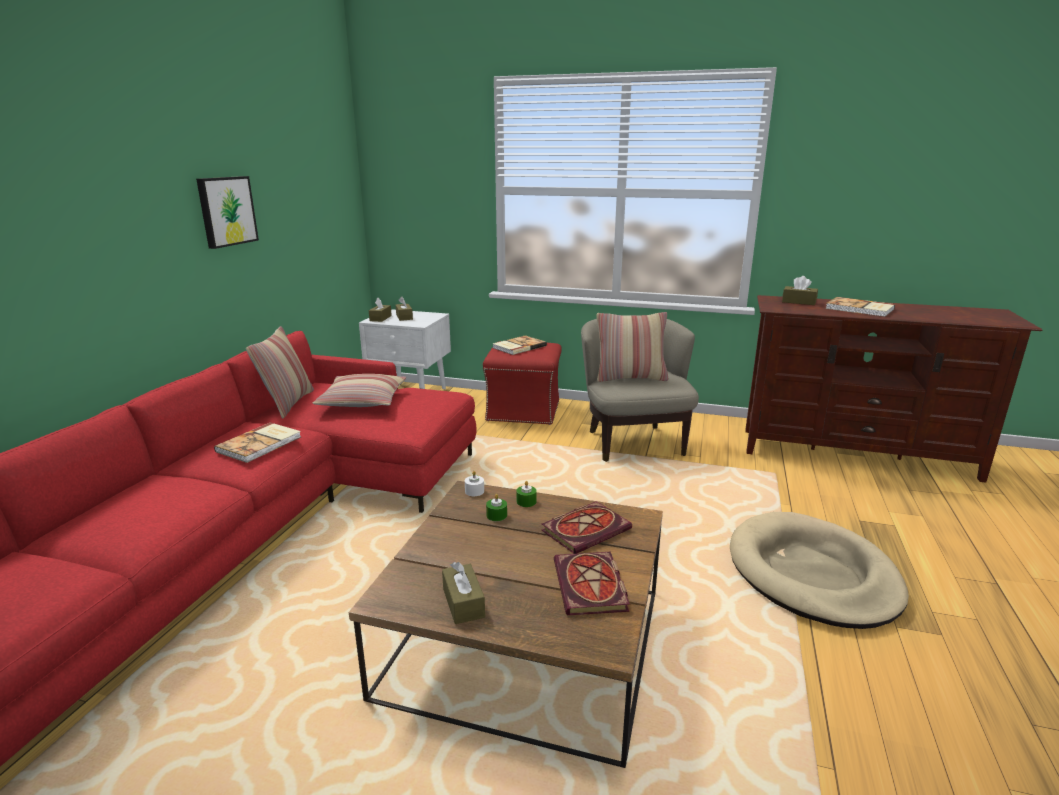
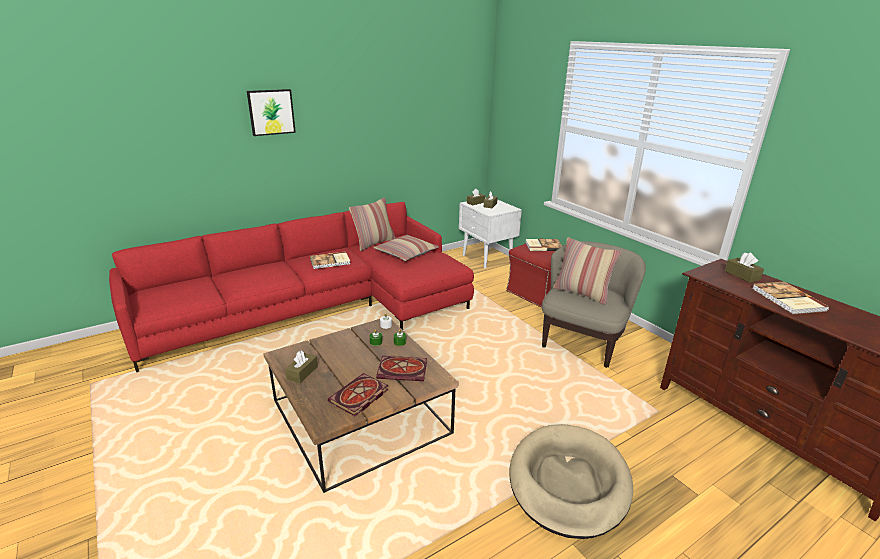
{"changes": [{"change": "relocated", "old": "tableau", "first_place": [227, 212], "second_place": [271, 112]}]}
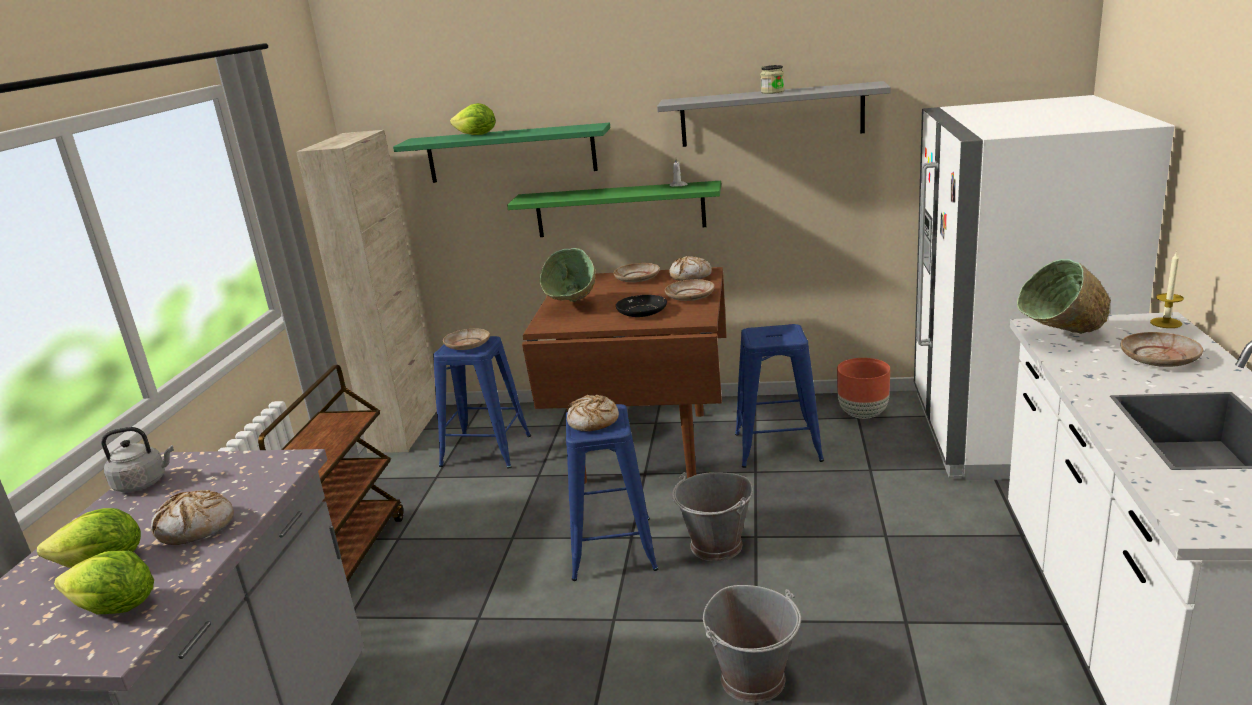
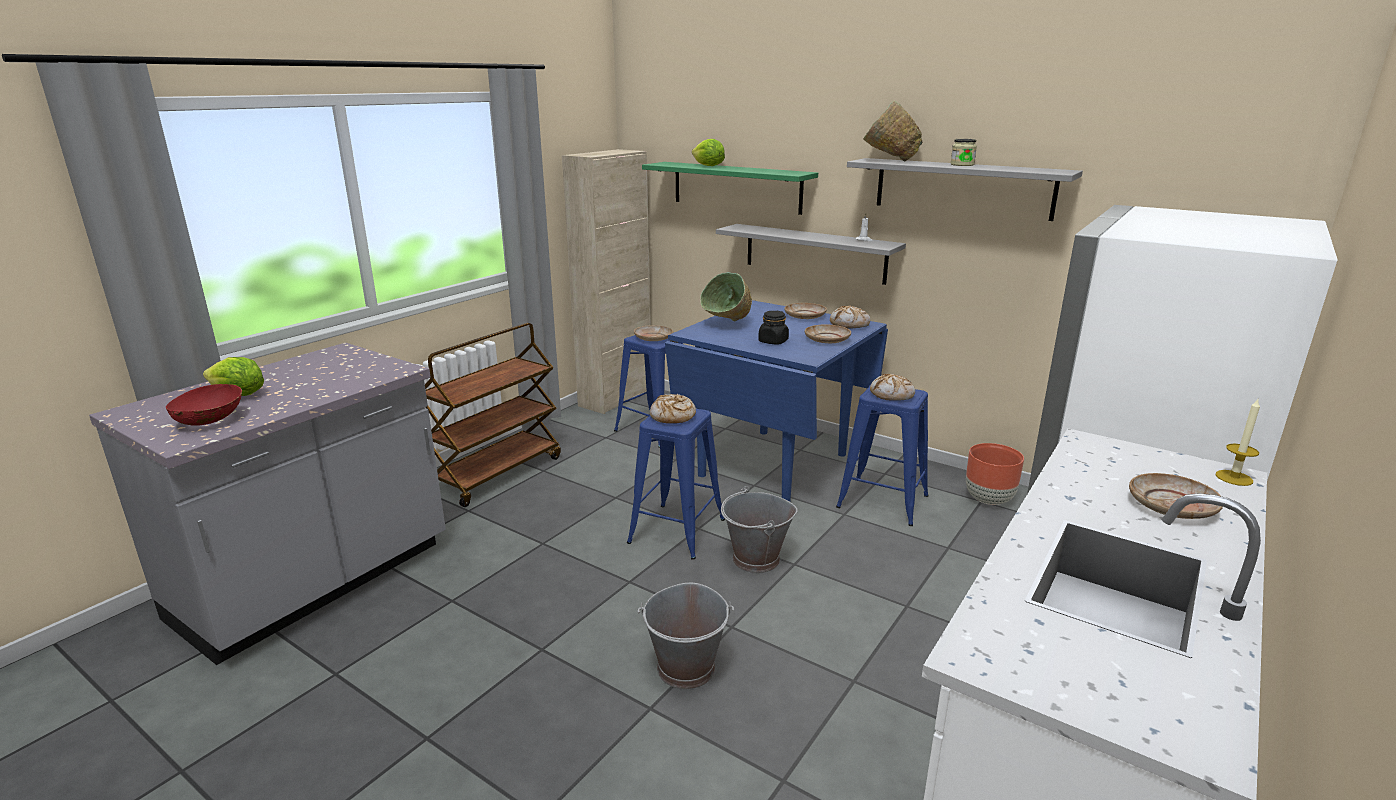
{"changes": [{"change": "exchanged", "old": "laitue", "new": "bol/rouge", "first_place": [104, 582], "second_place": [204, 405]}, {"change": "colour", "old": "table à manger/marron", "new": "table à manger/bleu", "first_place": [624, 375], "second_place": [776, 401]}, {"change": "colour", "old": "étagère/vert", "new": "étagère/gris", "first_place": [614, 209], "second_place": [811, 254]}, {"change": "exchanged", "old": "assiette/noir", "new": "bocal/noir", "first_place": [641, 306], "second_place": [773, 328]}, {"change": "relocated", "old": "bol/vert", "first_place": [1064, 296], "second_place": [892, 131]}, {"change": "relocated", "old": "pain", "first_place": [192, 517], "second_place": [892, 387]}, {"change": "missing", "old": "bouilloire/gris", "first_place": [137, 459]}]}
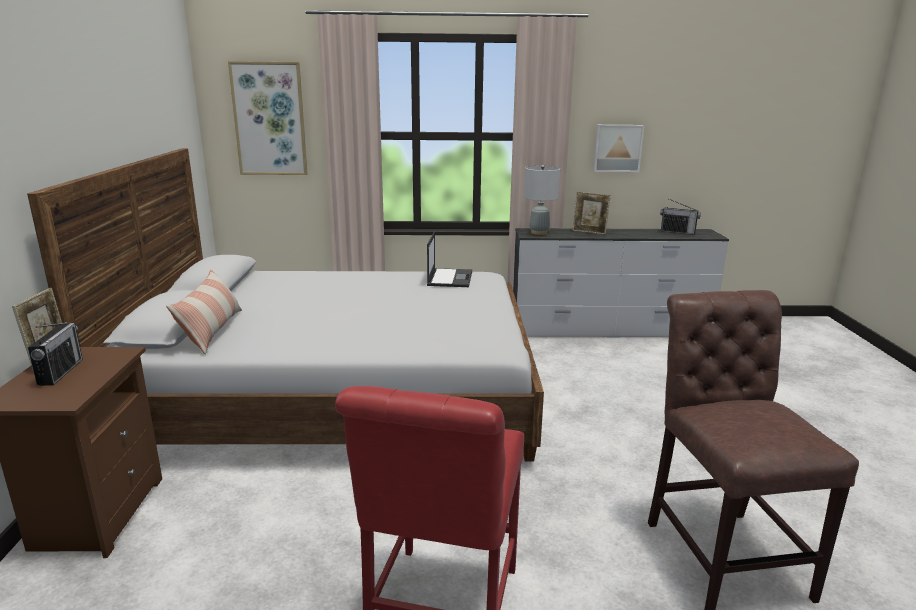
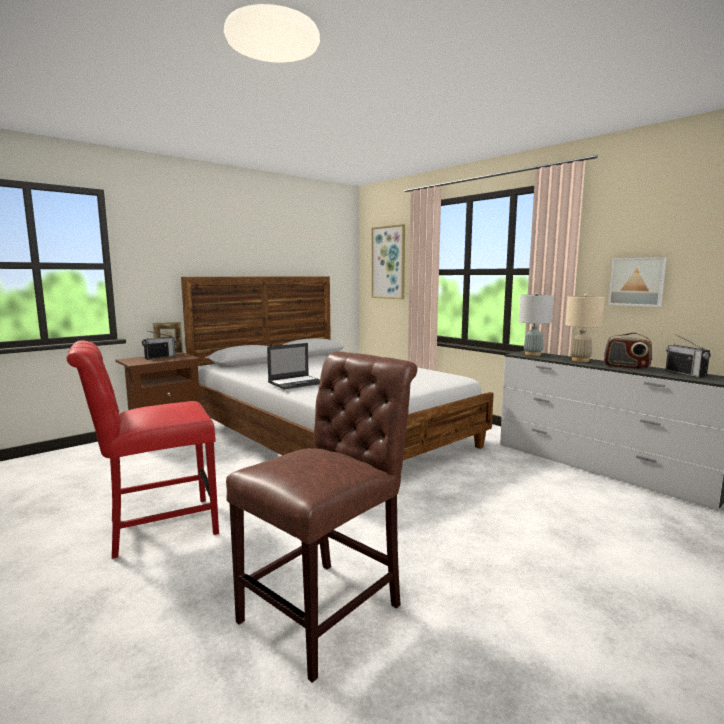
{"changes": [{"change": "relocated", "old": "ordinateur portable", "first_place": [449, 259], "second_place": [293, 366]}, {"change": "exchanged", "old": "cadre photo", "new": "lampe de table/beige", "first_place": [592, 213], "second_place": [585, 328]}, {"change": "appeared", "new": "radio", "second_place": [628, 351]}, {"change": "missing", "old": "coussin", "first_place": [204, 312]}]}
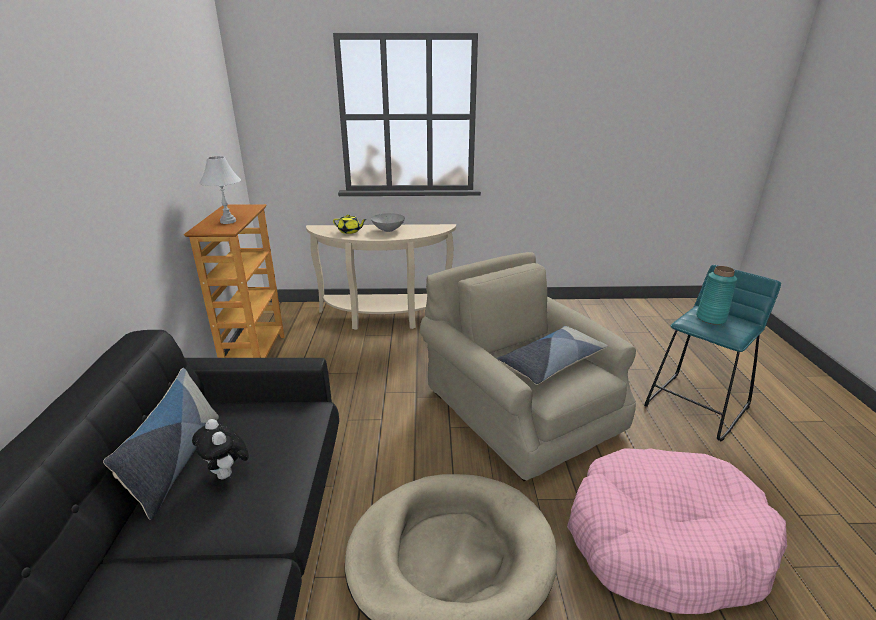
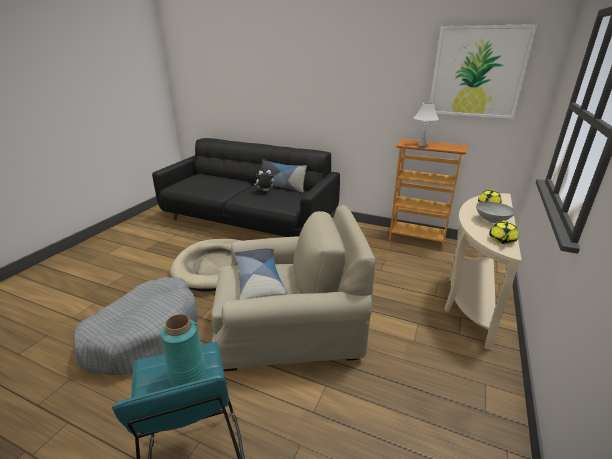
{"changes": [{"change": "colour", "old": "panier pour chien/rose", "new": "panier pour chien/gris", "first_place": [677, 531], "second_place": [135, 326]}, {"change": "appeared", "new": "tableau", "second_place": [483, 71]}, {"change": "appeared", "new": "théière/jaune", "second_place": [503, 232]}]}
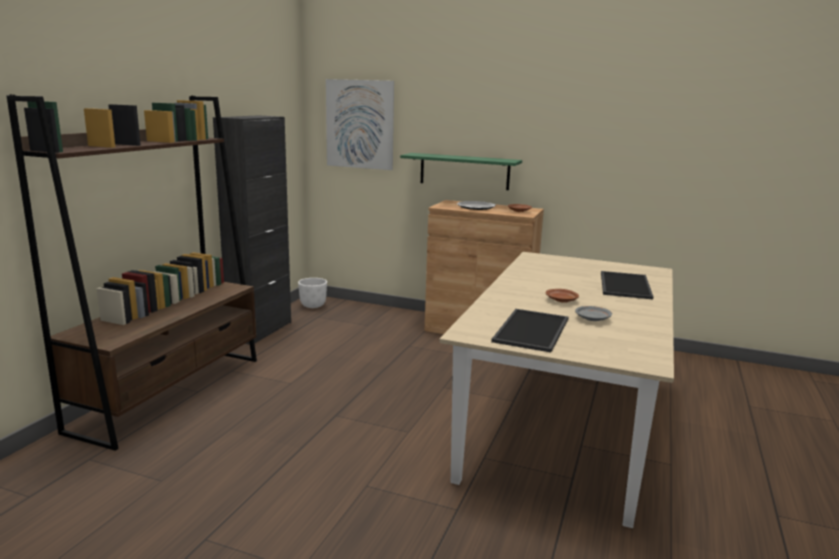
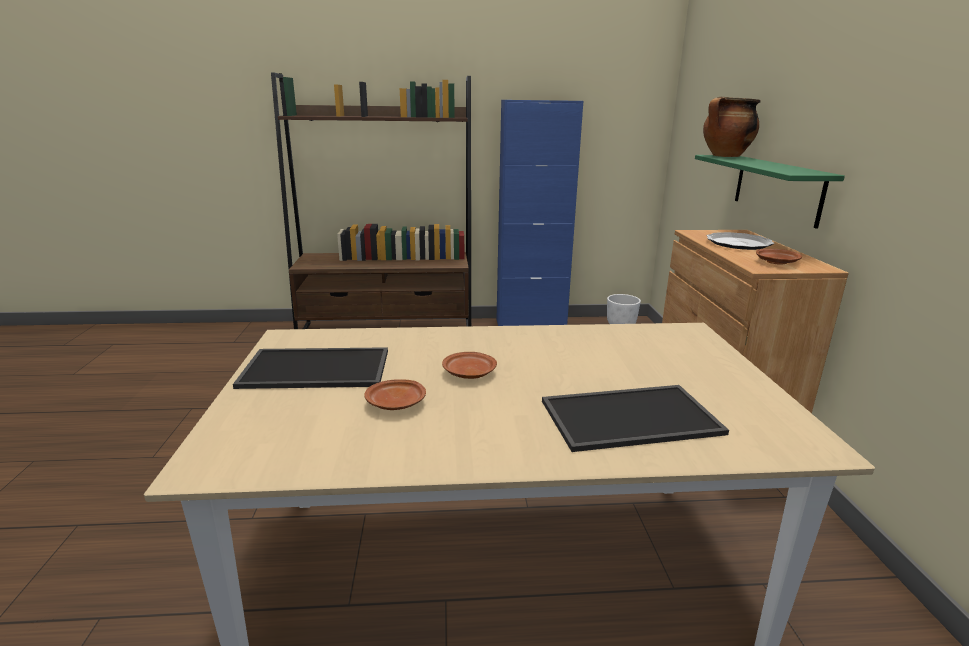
{"changes": [{"change": "colour", "old": "assiette/gris", "new": "assiette/marron", "first_place": [593, 313], "second_place": [395, 394]}, {"change": "colour", "old": "meuble de rangement/noir", "new": "meuble de rangement/bleu", "first_place": [252, 229], "second_place": [540, 213]}, {"change": "appeared", "new": "marmite", "second_place": [732, 127]}, {"change": "missing", "old": "tableau", "first_place": [360, 124]}]}
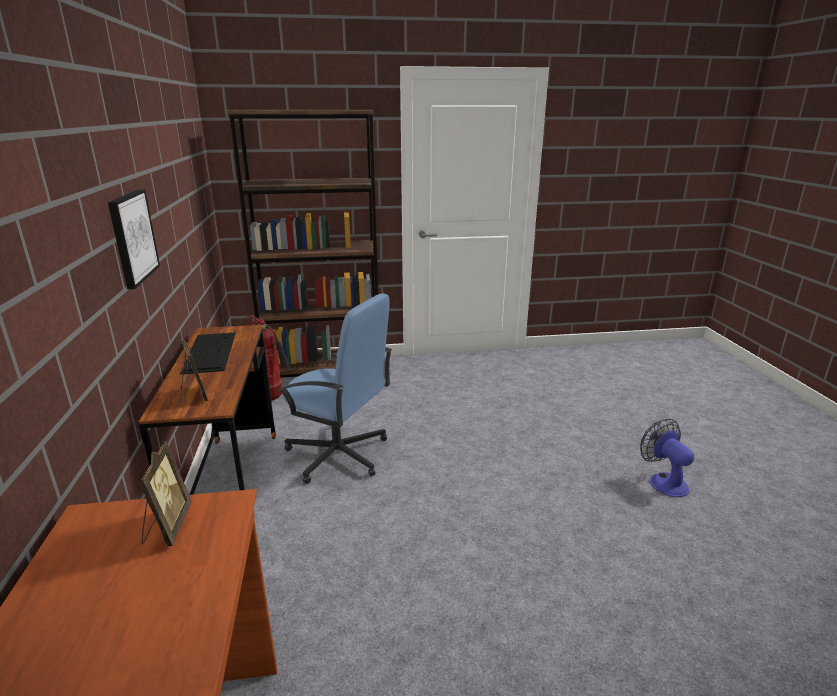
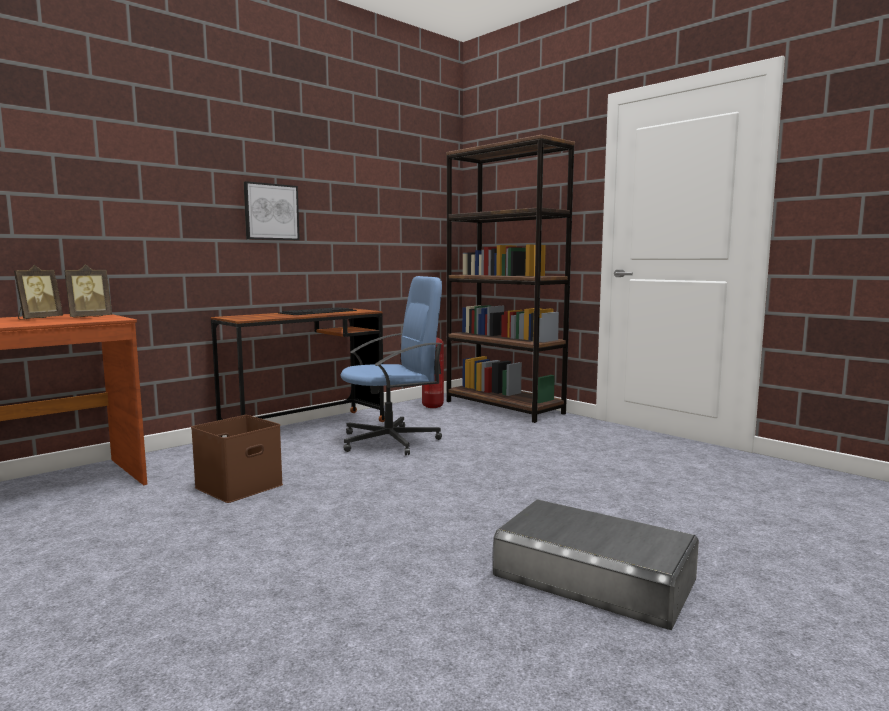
{"changes": [{"change": "relocated", "old": "cadre photo", "first_place": [194, 372], "second_place": [38, 292]}, {"change": "appeared", "new": "boîte de rangement/marron", "second_place": [237, 459]}, {"change": "spun", "old": "chaise de bureau/bleu", "first_place": [335, 388], "second_place": [391, 365], "degrees": -105}, {"change": "exchanged", "old": "ventilateur", "new": "boîte de rangement/gris", "first_place": [667, 458], "second_place": [596, 565]}]}
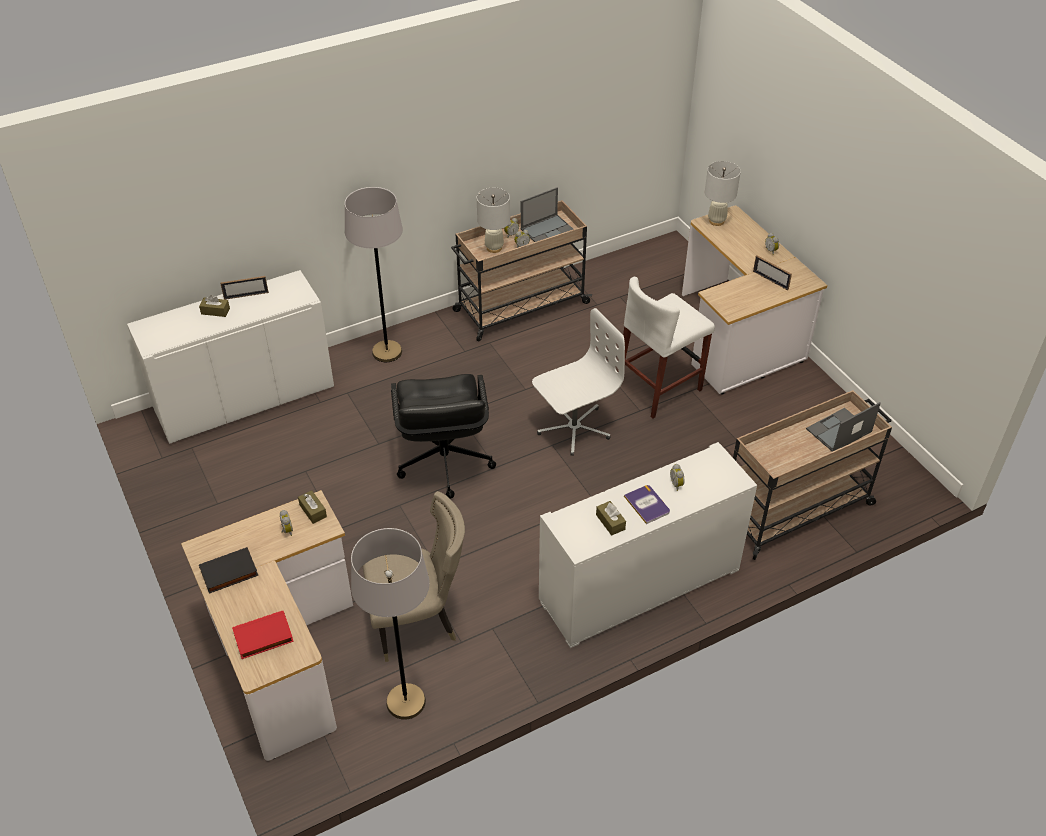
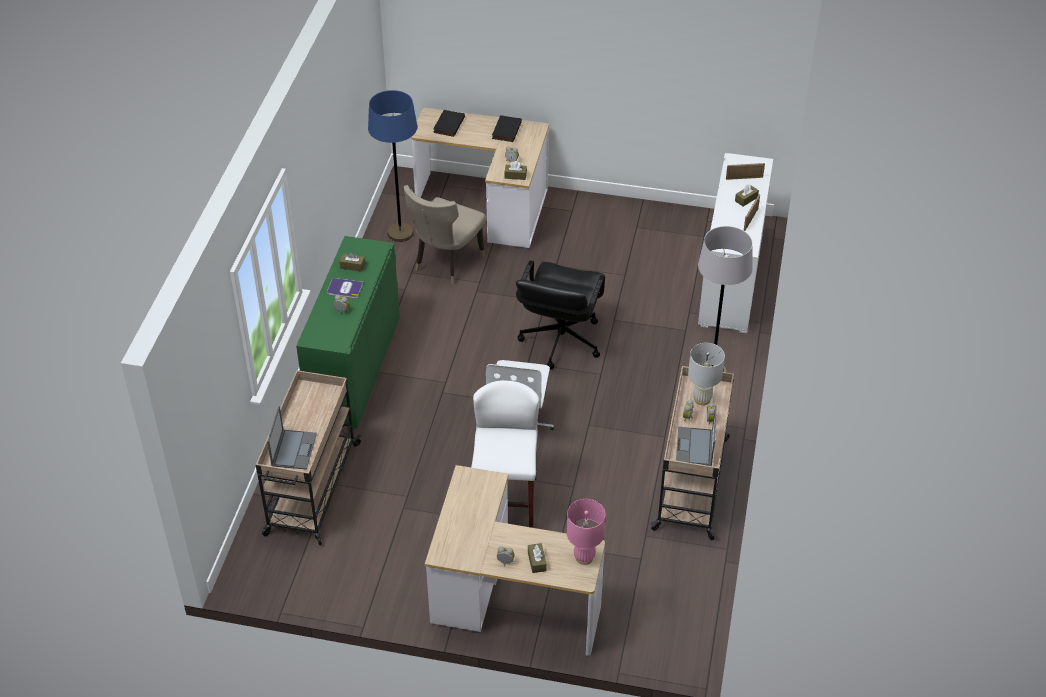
{"changes": [{"change": "colour", "old": "meuble de rangement/blanc", "new": "meuble de rangement/vert", "first_place": [648, 545], "second_place": [348, 332]}, {"change": "colour", "old": "lampadaire/gris", "new": "lampadaire/bleu", "first_place": [390, 624], "second_place": [392, 166]}, {"change": "colour", "old": "livre/rouge", "new": "livre/noir", "first_place": [263, 635], "second_place": [449, 123]}, {"change": "spun", "old": "chaise de bureau/noir", "first_place": [443, 436], "second_place": [560, 314], "degrees": -105}, {"change": "appeared", "new": "boîte à mouchoirs/marron", "second_place": [537, 558]}, {"change": "colour", "old": "lampe de table/blanc", "new": "lampe de table/rose", "first_place": [723, 193], "second_place": [586, 532]}, {"change": "relocated", "old": "cadre photo", "first_place": [772, 272], "second_place": [745, 171]}]}
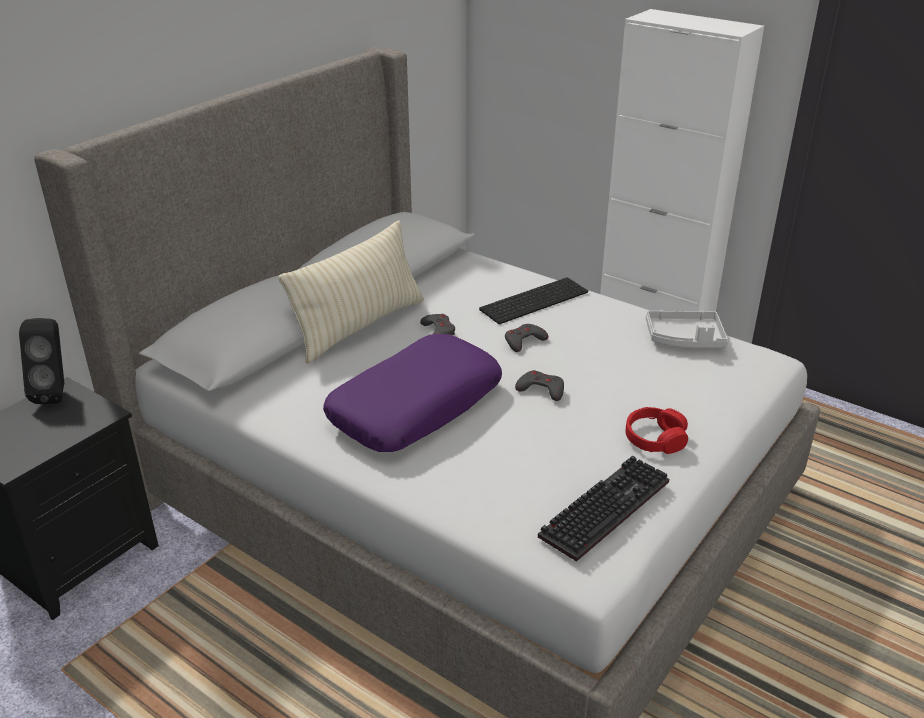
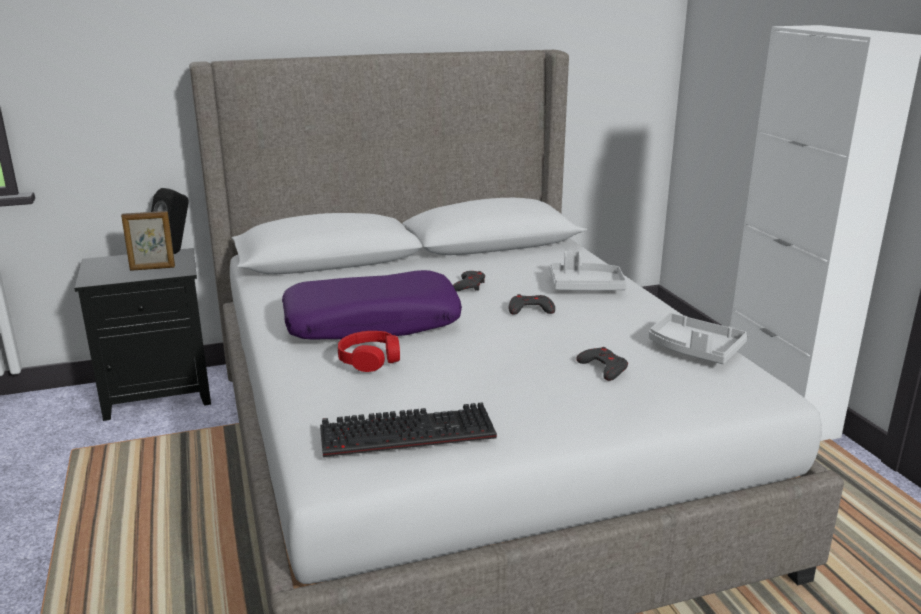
{"changes": [{"change": "appeared", "new": "cadre photo", "second_place": [148, 241]}, {"change": "relocated", "old": "casque audio/rouge", "first_place": [657, 430], "second_place": [369, 351]}, {"change": "exchanged", "old": "clavier", "new": "plateau/gris", "first_place": [533, 300], "second_place": [588, 270]}, {"change": "relocated", "old": "manette/gris", "first_place": [539, 385], "second_place": [602, 364]}, {"change": "missing", "old": "coussin/beige", "first_place": [351, 292]}]}
